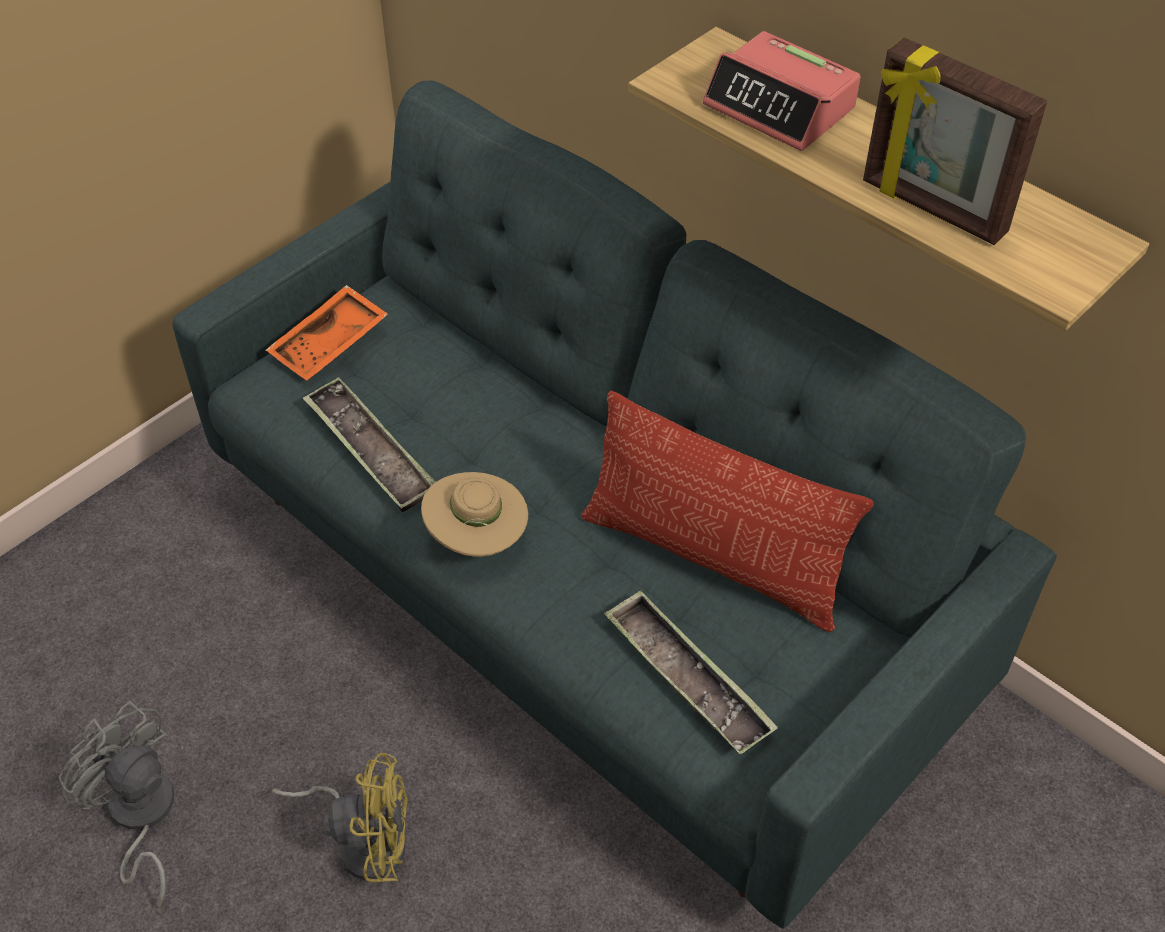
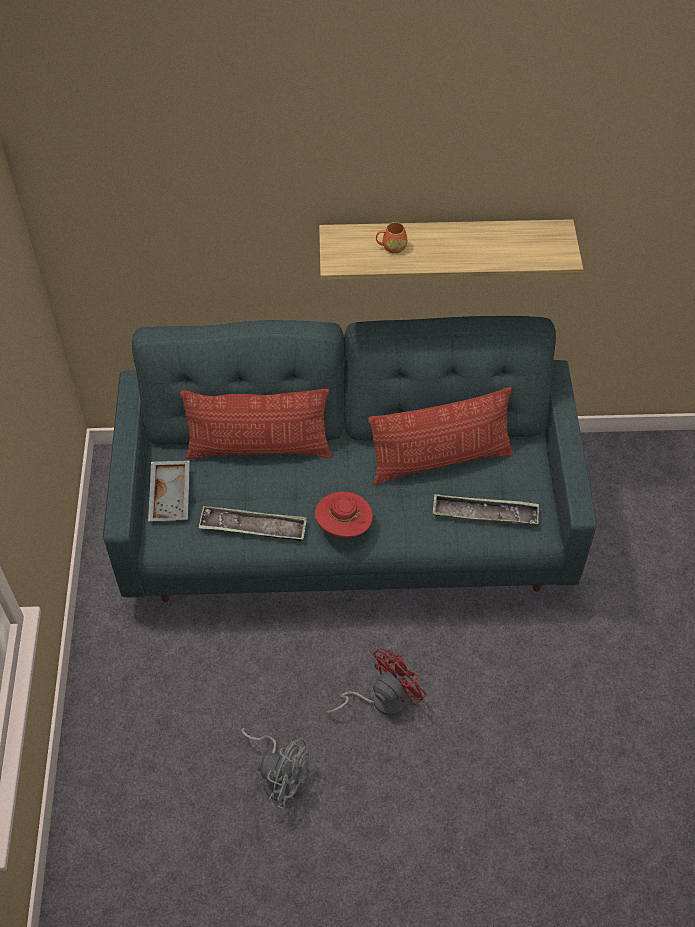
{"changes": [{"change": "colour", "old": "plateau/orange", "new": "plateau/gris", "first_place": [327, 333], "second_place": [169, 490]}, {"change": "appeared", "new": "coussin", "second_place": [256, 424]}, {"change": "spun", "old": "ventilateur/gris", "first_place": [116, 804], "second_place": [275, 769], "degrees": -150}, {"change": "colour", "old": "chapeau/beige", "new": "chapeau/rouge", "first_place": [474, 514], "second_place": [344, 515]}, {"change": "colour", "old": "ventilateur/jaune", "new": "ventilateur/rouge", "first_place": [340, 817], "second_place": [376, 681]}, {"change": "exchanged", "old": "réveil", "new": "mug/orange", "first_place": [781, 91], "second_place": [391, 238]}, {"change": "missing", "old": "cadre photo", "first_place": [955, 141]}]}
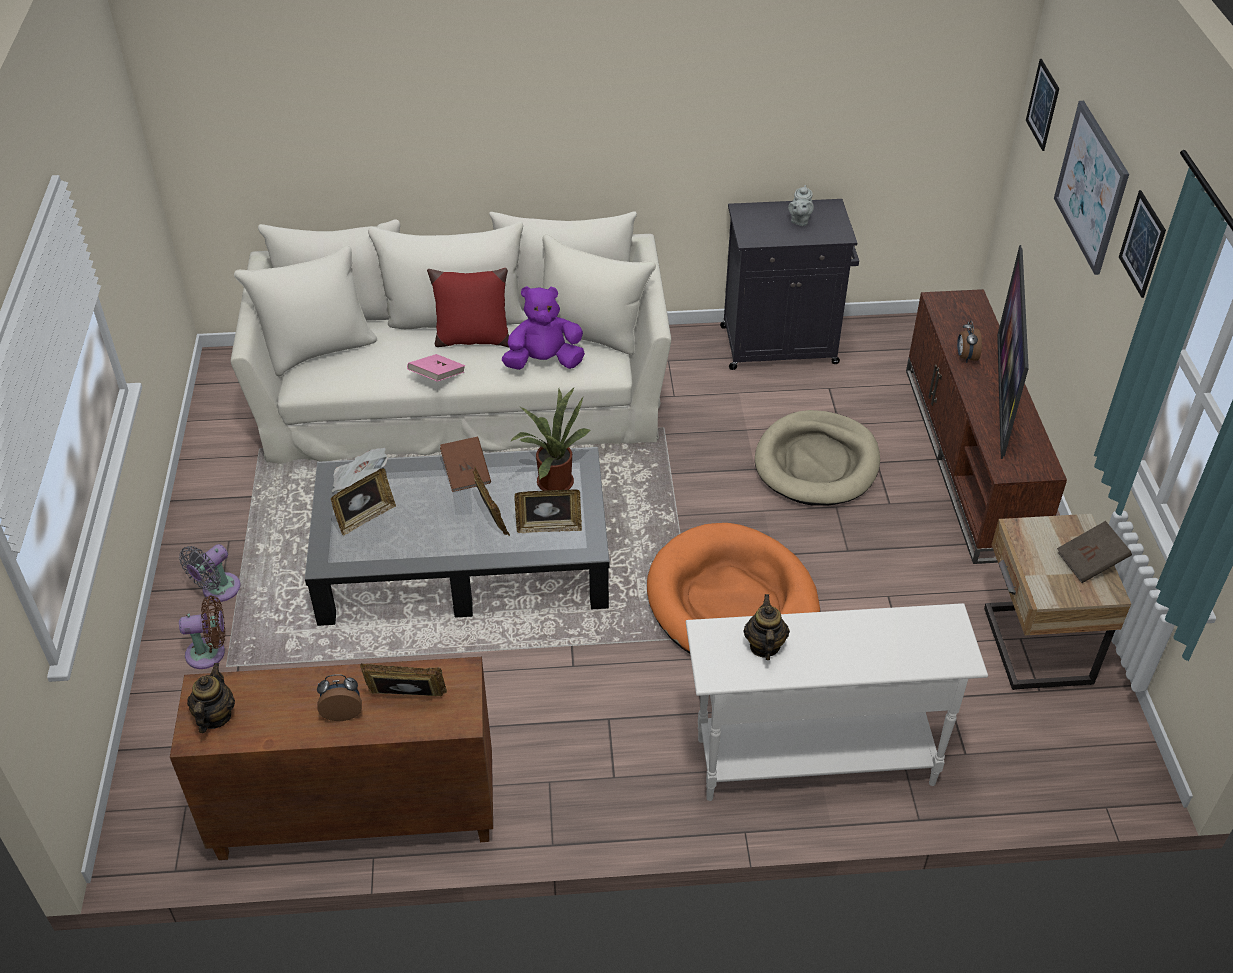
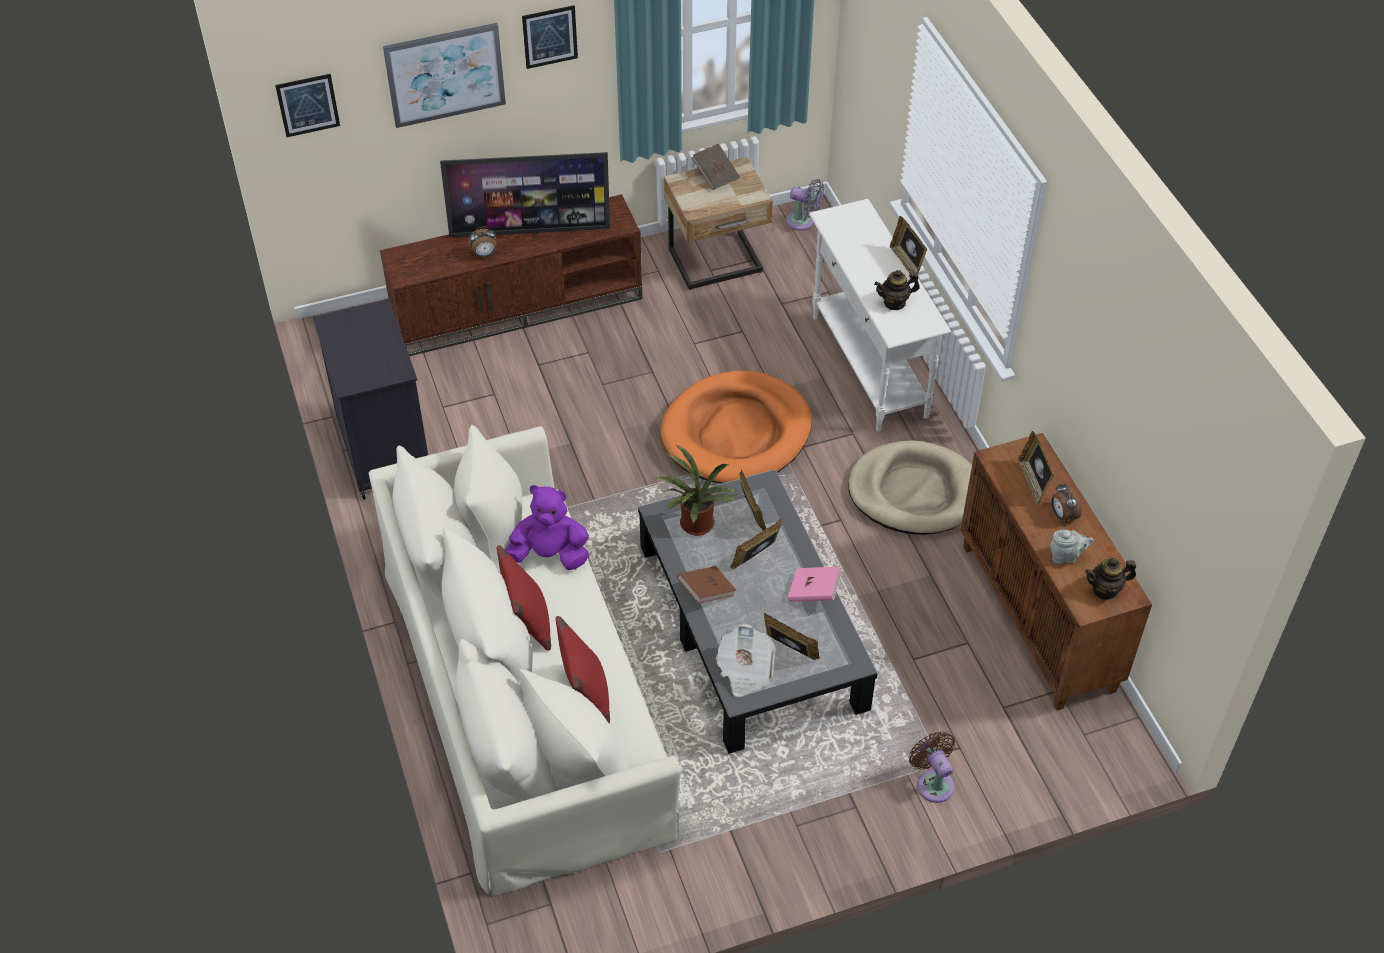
{"changes": [{"change": "spun", "old": "peluche/violet", "first_place": [543, 328], "second_place": [547, 527], "degrees": 120}, {"change": "appeared", "new": "coussin/rouge", "second_place": [583, 669]}, {"change": "relocated", "old": "ventilateur/gris", "first_place": [209, 573], "second_place": [805, 204]}, {"change": "relocated", "old": "livre/rose", "first_place": [436, 368], "second_place": [815, 584]}, {"change": "relocated", "old": "panier pour chien/beige", "first_place": [817, 458], "second_place": [910, 487]}, {"change": "appeared", "new": "cadre photo", "second_place": [908, 245]}, {"change": "relocated", "old": "théière/gris", "first_place": [801, 205], "second_place": [1072, 547]}]}
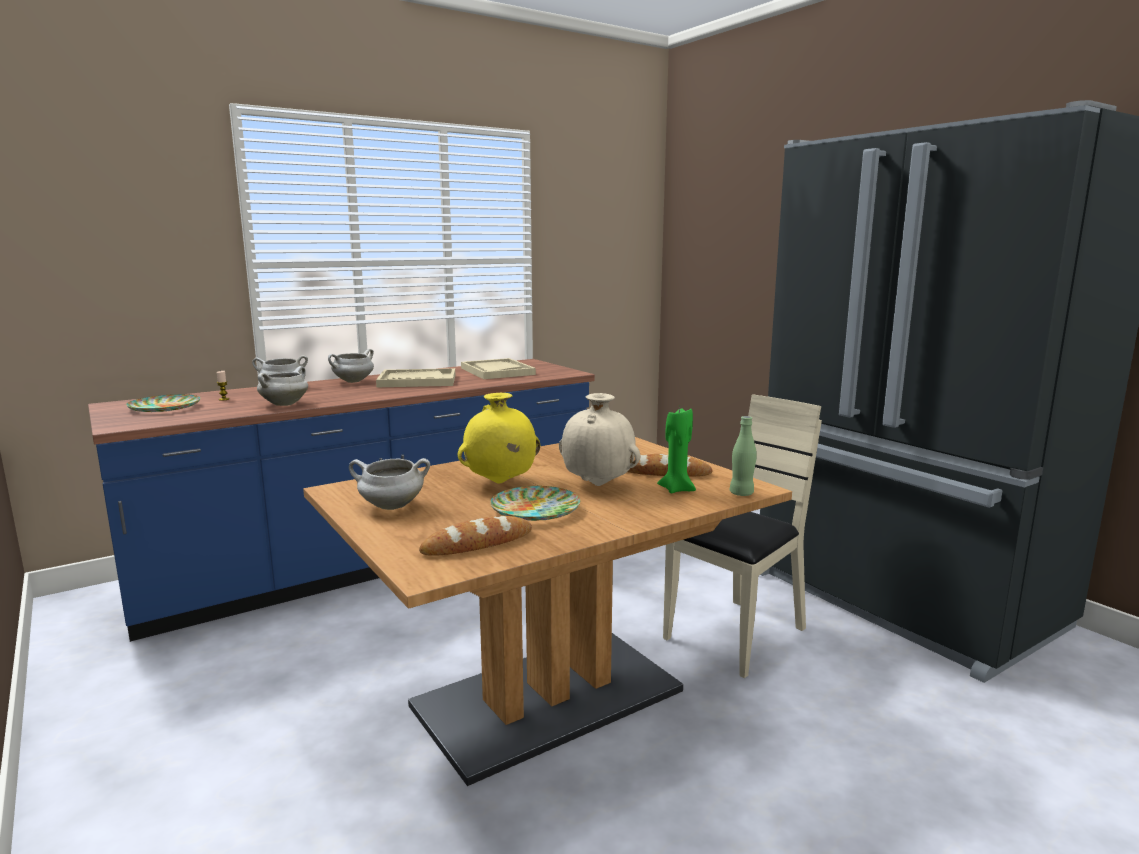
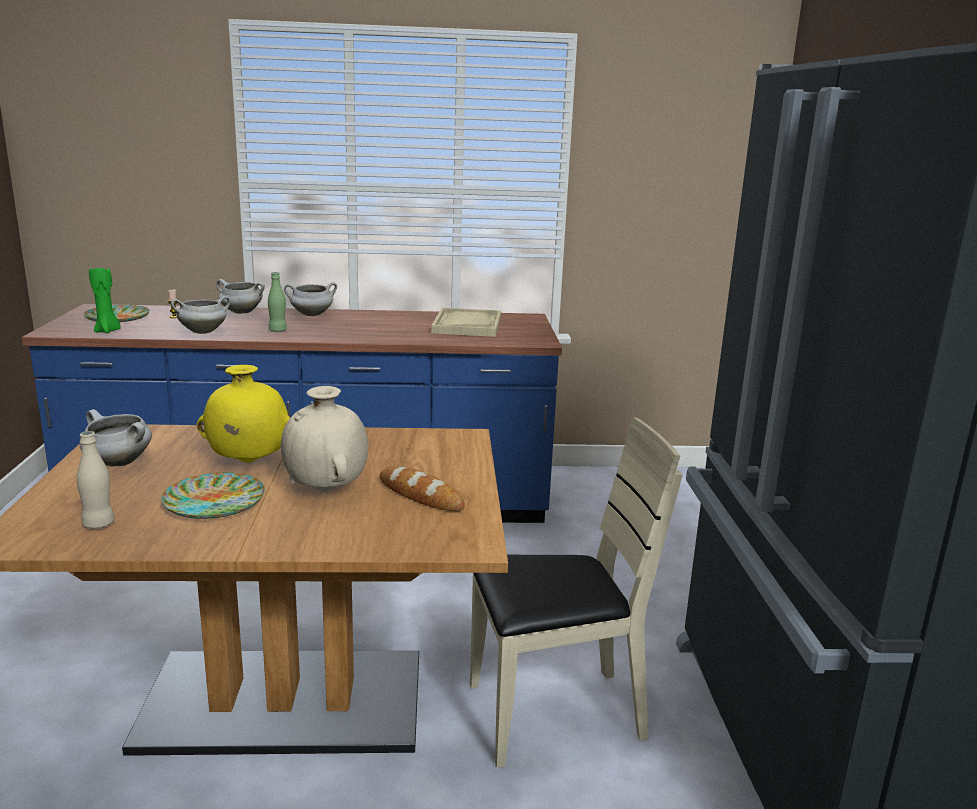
{"changes": [{"change": "exchanged", "old": "pain", "new": "bouteille/beige", "first_place": [475, 536], "second_place": [95, 480]}, {"change": "relocated", "old": "bougie/vert", "first_place": [676, 449], "second_place": [105, 300]}, {"change": "relocated", "old": "bouteille/vert", "first_place": [743, 456], "second_place": [277, 302]}, {"change": "missing", "old": "plateau/beige", "first_place": [415, 377]}]}
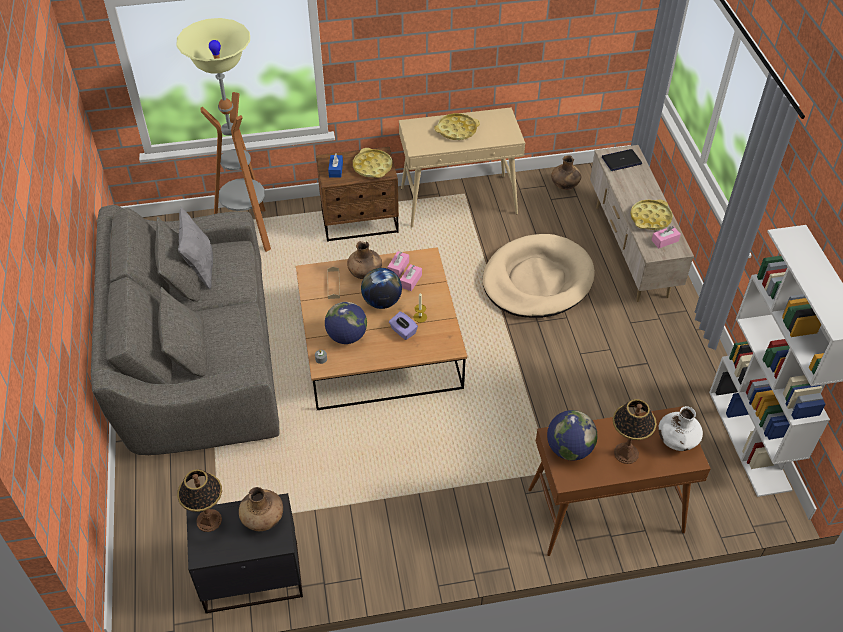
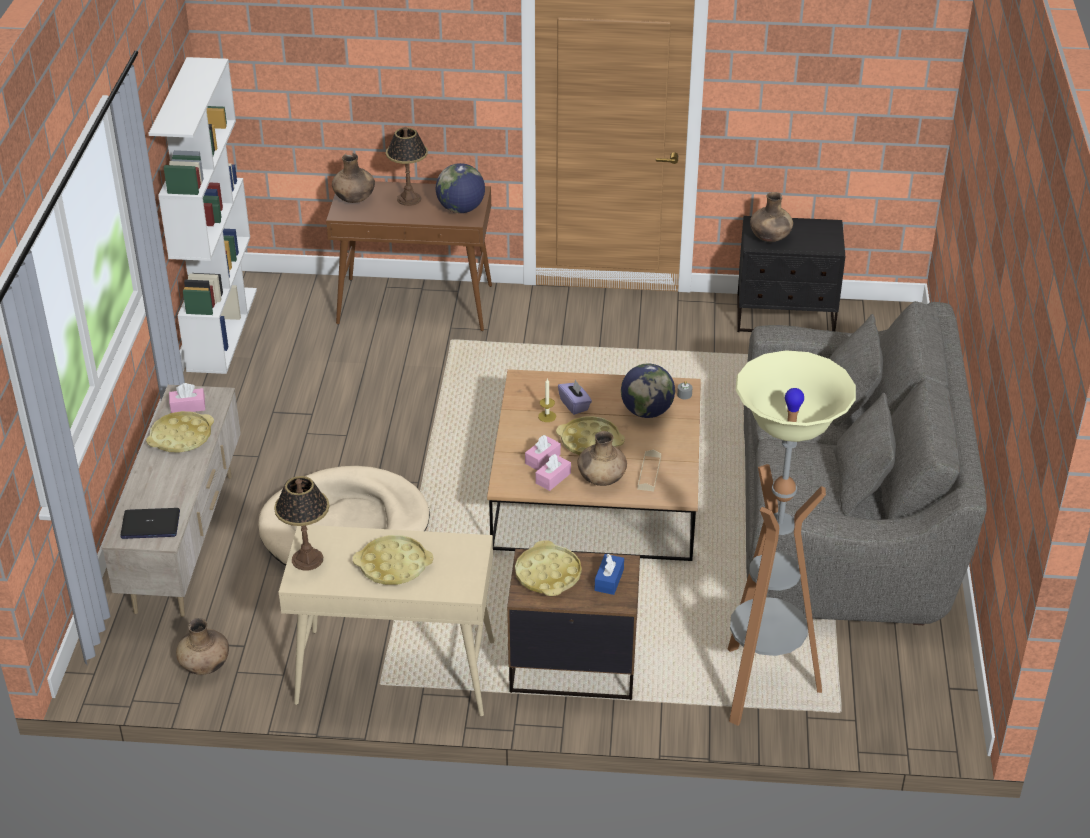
{"changes": [{"change": "relocated", "old": "lampe de table", "first_place": [199, 500], "second_place": [301, 523]}, {"change": "colour", "old": "vase/blanc", "new": "vase/marron", "first_place": [680, 428], "second_place": [353, 178]}, {"change": "exchanged", "old": "globe", "new": "plateau/jaune", "first_place": [381, 288], "second_place": [590, 435]}, {"change": "missing", "old": "coussin/gris", "first_place": [195, 248]}]}
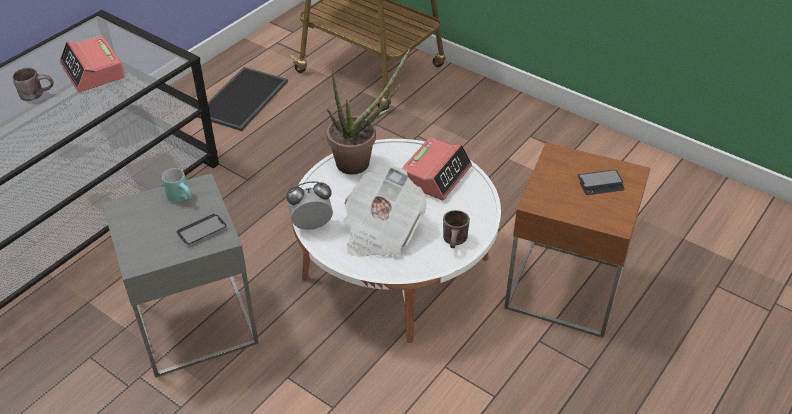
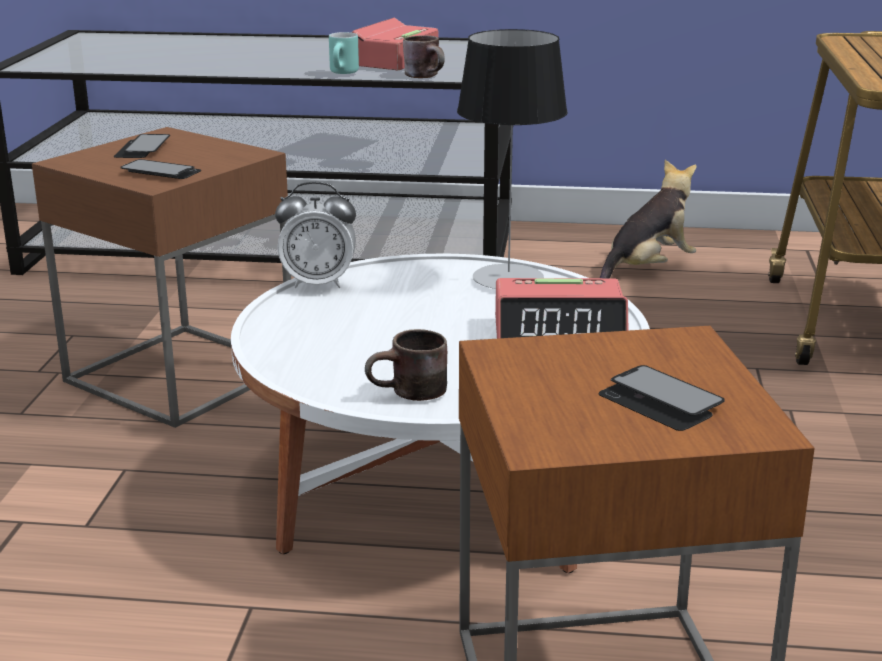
{"changes": [{"change": "colour", "old": "table d'appoint/gris", "new": "table d'appoint/marron", "first_place": [180, 275], "second_place": [161, 277]}, {"change": "appeared", "new": "téléphone", "second_place": [141, 146]}, {"change": "spun", "old": "réveil", "first_place": [310, 205], "second_place": [315, 235], "degrees": 135}, {"change": "relocated", "old": "mug/turquoise", "first_place": [177, 185], "second_place": [344, 53]}, {"change": "relocated", "old": "mug/marron", "first_place": [32, 84], "second_place": [424, 56]}, {"change": "exchanged", "old": "plante en pot", "new": "lampe de table", "first_place": [368, 111], "second_place": [512, 159]}, {"change": "exchanged", "old": "plateau", "new": "peluche", "first_place": [242, 99], "second_place": [648, 219]}, {"change": "missing", "old": "journal", "first_place": [385, 212]}]}
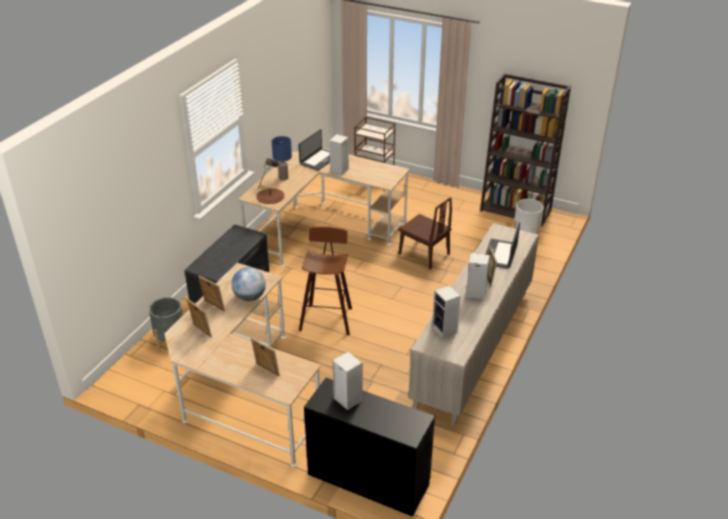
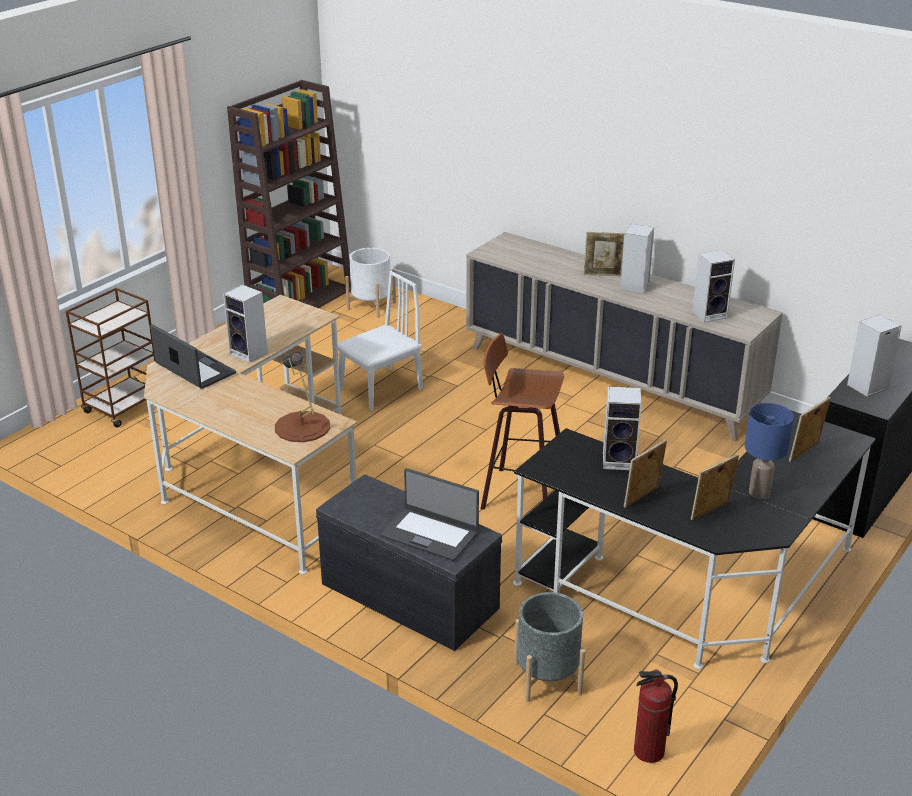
{"changes": [{"change": "colour", "old": "chaise/marron", "new": "chaise/blanc", "first_place": [425, 233], "second_place": [380, 341]}, {"change": "relocated", "old": "ordinateur portable", "first_place": [503, 245], "second_place": [430, 514]}, {"change": "colour", "old": "bureau/beige", "new": "bureau/noir", "first_place": [242, 365], "second_place": [694, 539]}, {"change": "exchanged", "old": "globe", "new": "enceinte", "first_place": [249, 284], "second_place": [622, 428]}, {"change": "appeared", "new": "extincteur", "second_place": [656, 716]}, {"change": "relocated", "old": "lampe de table/bleu", "first_place": [282, 158], "second_place": [769, 451]}]}
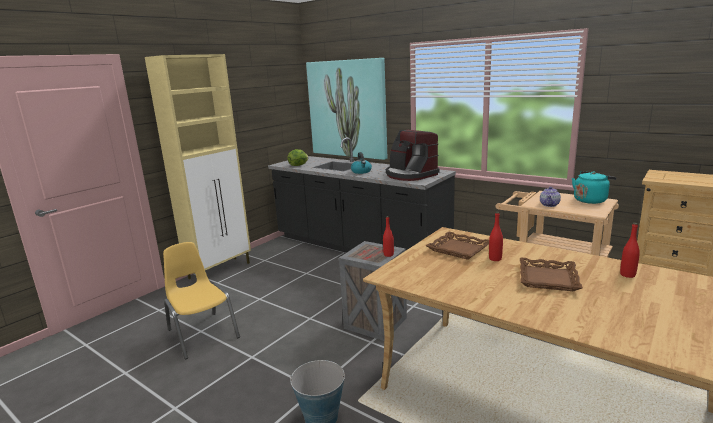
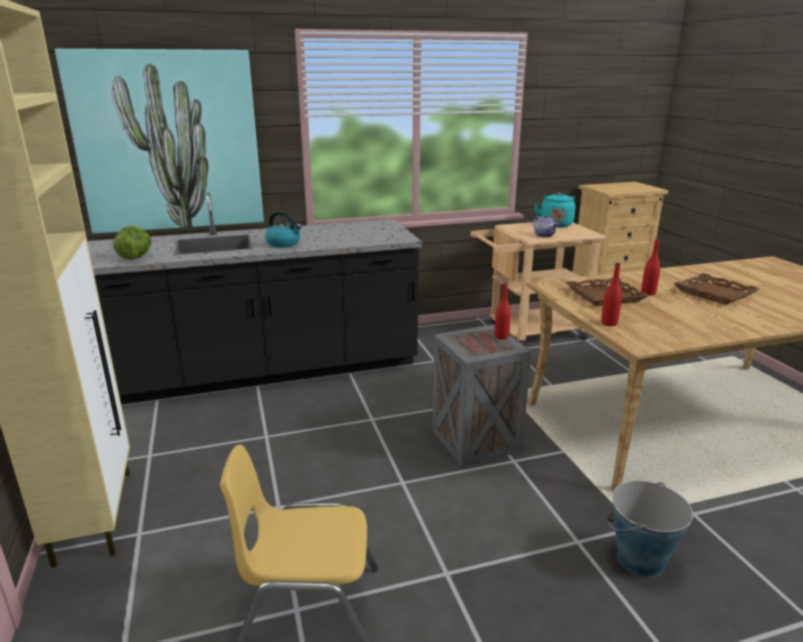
{"changes": [{"change": "relocated", "old": "bouteille/rouge", "first_place": [630, 250], "second_place": [611, 294]}, {"change": "missing", "old": "machine à café", "first_place": [412, 155]}]}
